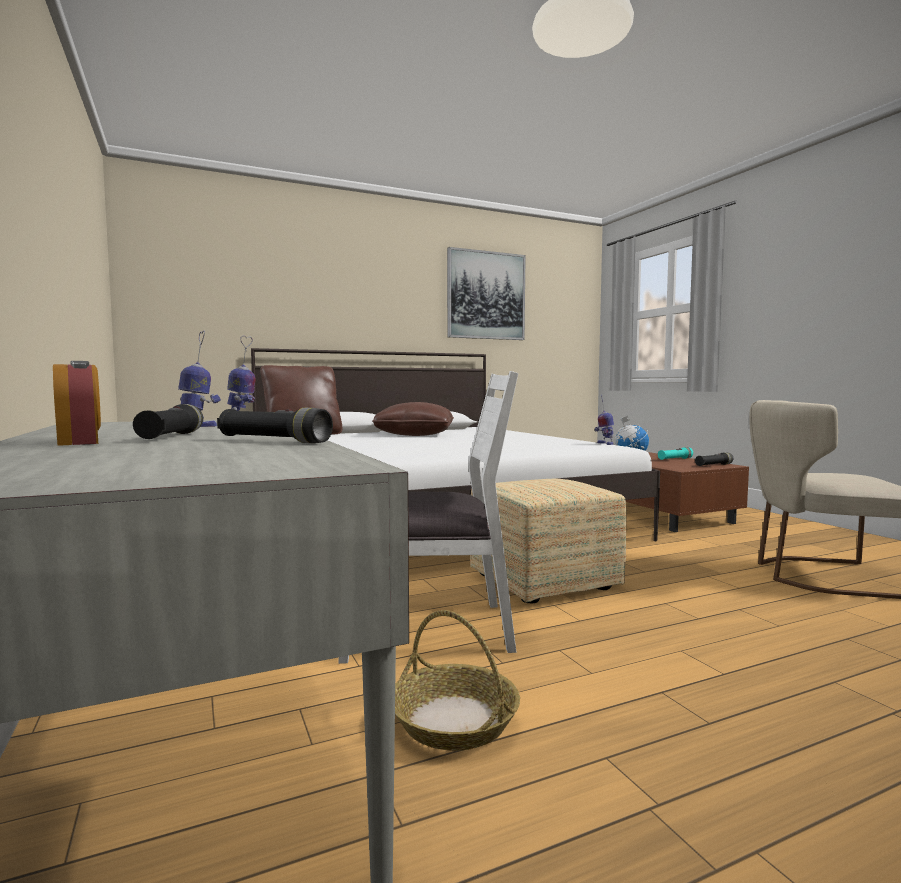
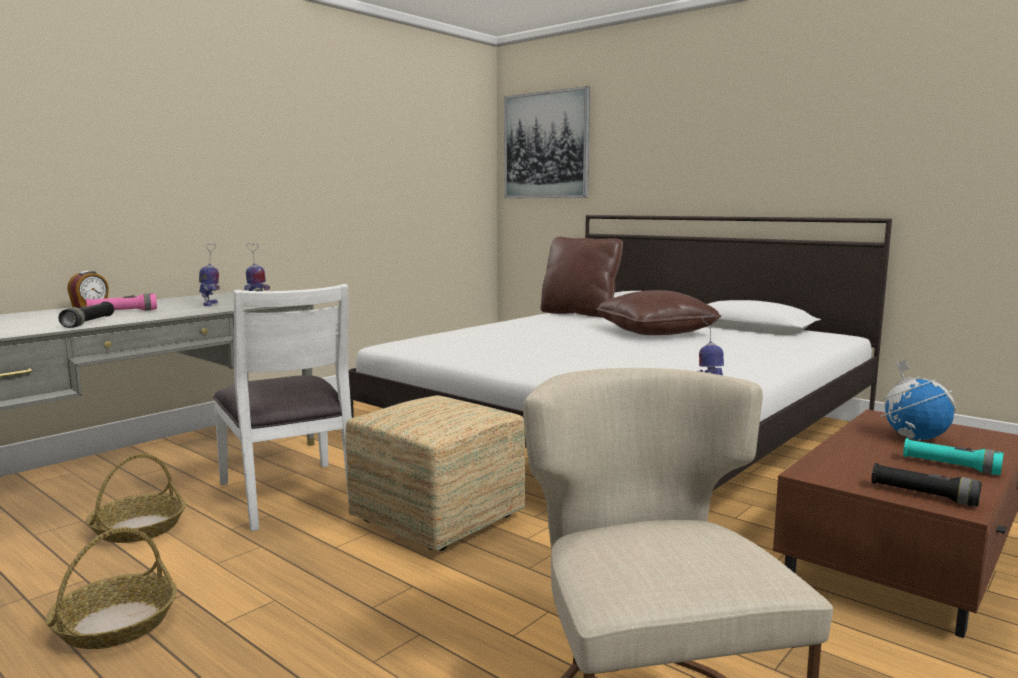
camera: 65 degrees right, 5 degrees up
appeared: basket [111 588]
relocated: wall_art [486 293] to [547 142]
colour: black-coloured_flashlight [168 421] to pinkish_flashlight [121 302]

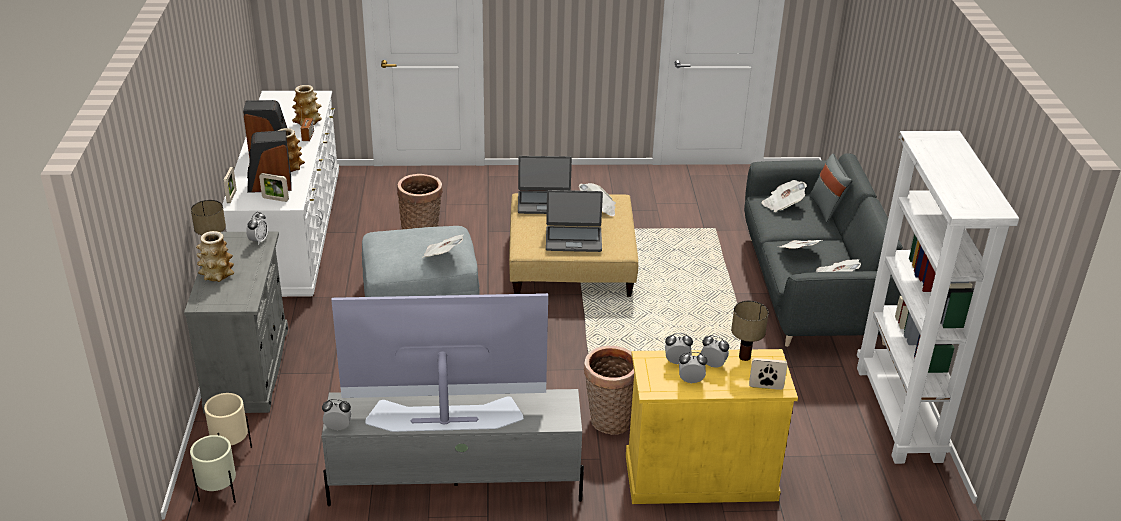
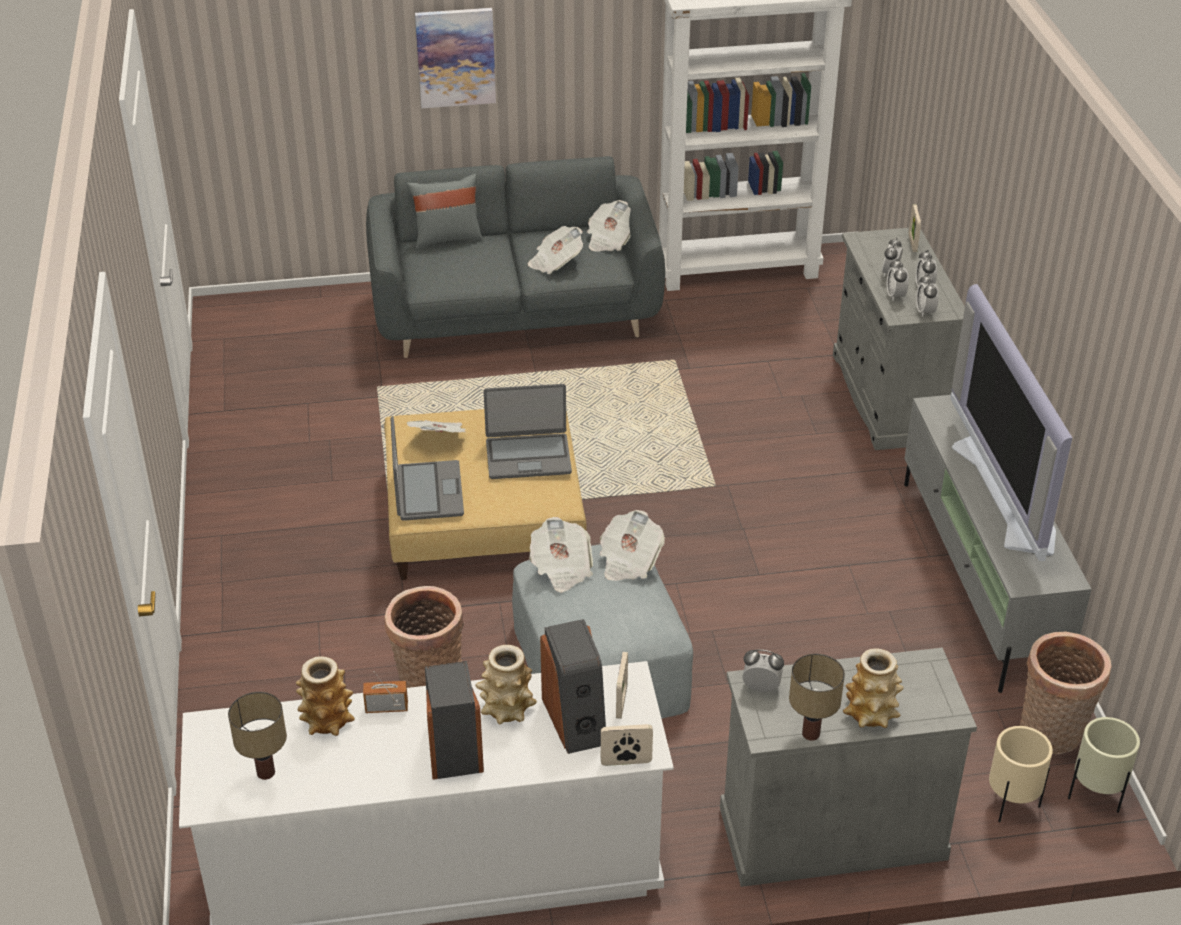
camera: 95 degrees left, 5 degrees up
appeared: wall_art [455 58]
relocated: tabletop_lamp [750 331] to [257 736]; printed_paper [784 196] to [561 555]; alarm_clock [336 415] to [927 295]; basket [608 390] to [1066 693]
colour: yellowish_storage_cabinet [712 426] to gray_storage_cabinet [899 339]
spun: portable_computer [574 221] = [528 431] 90 degrees clockwise

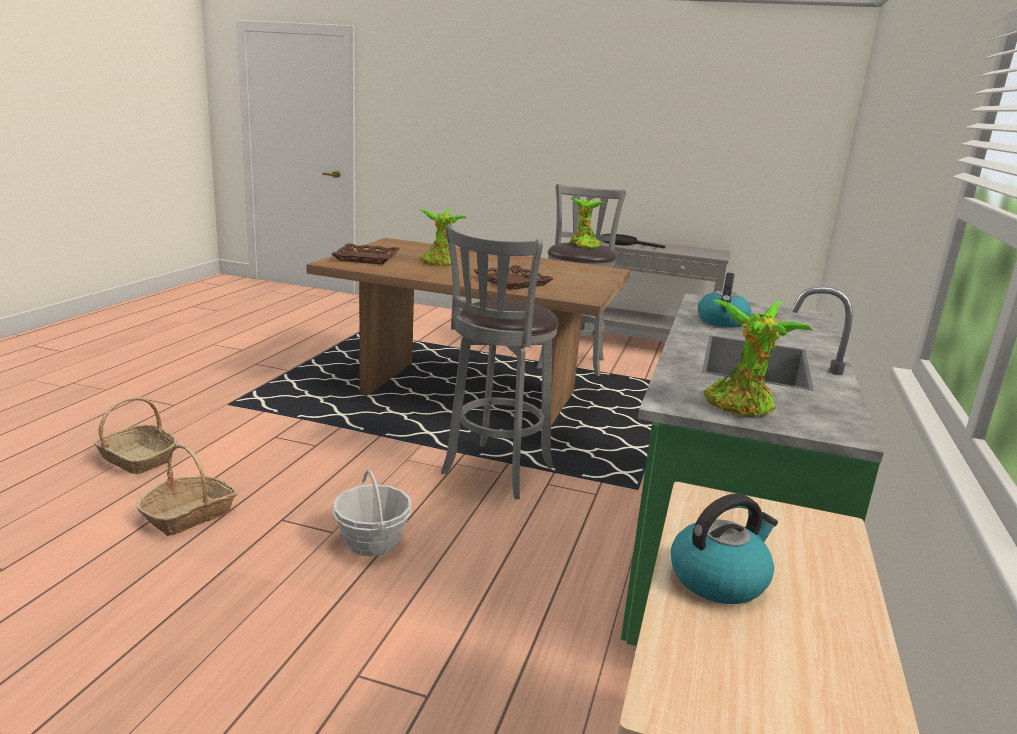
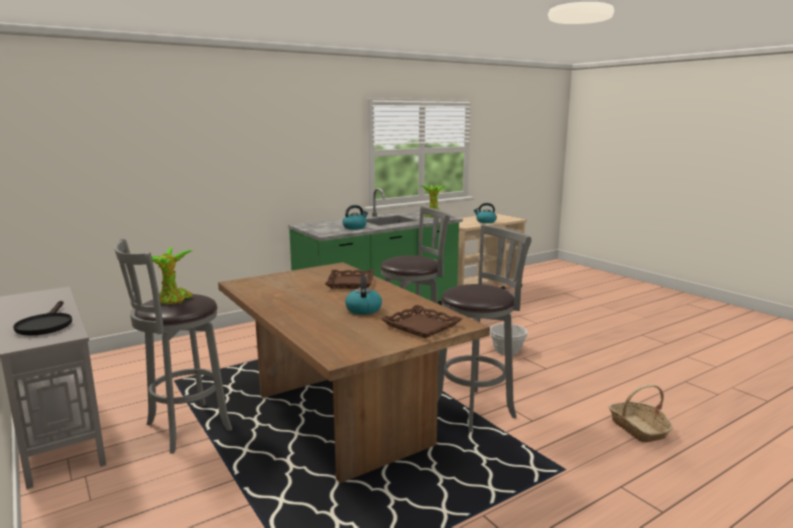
camera: 140 degrees left, 5 degrees down
missing: basket [187 490]
appeared: gray_stool [485 328]
exchanged: plant_in_a_pot [442 237] to kettle [363 295]

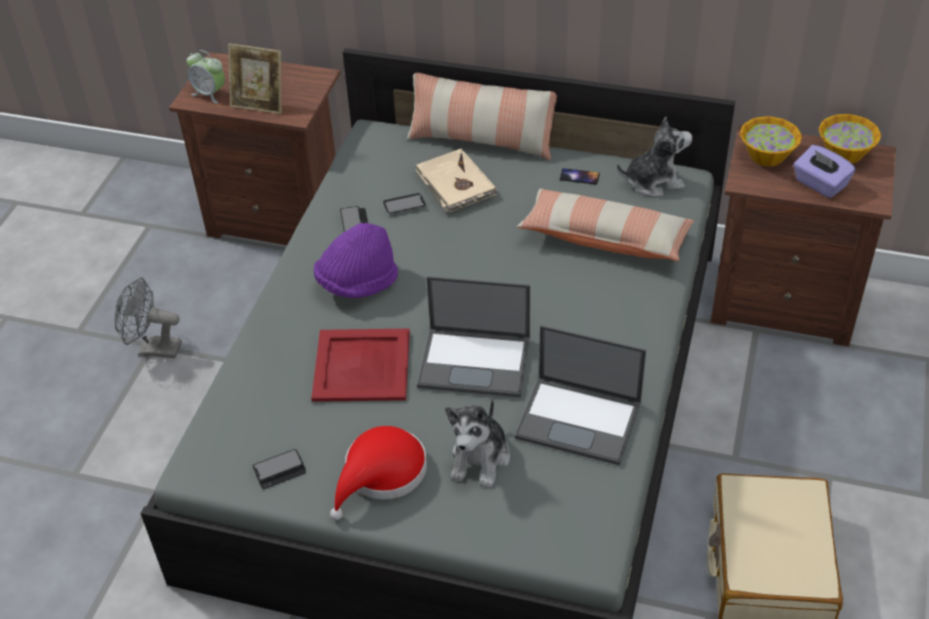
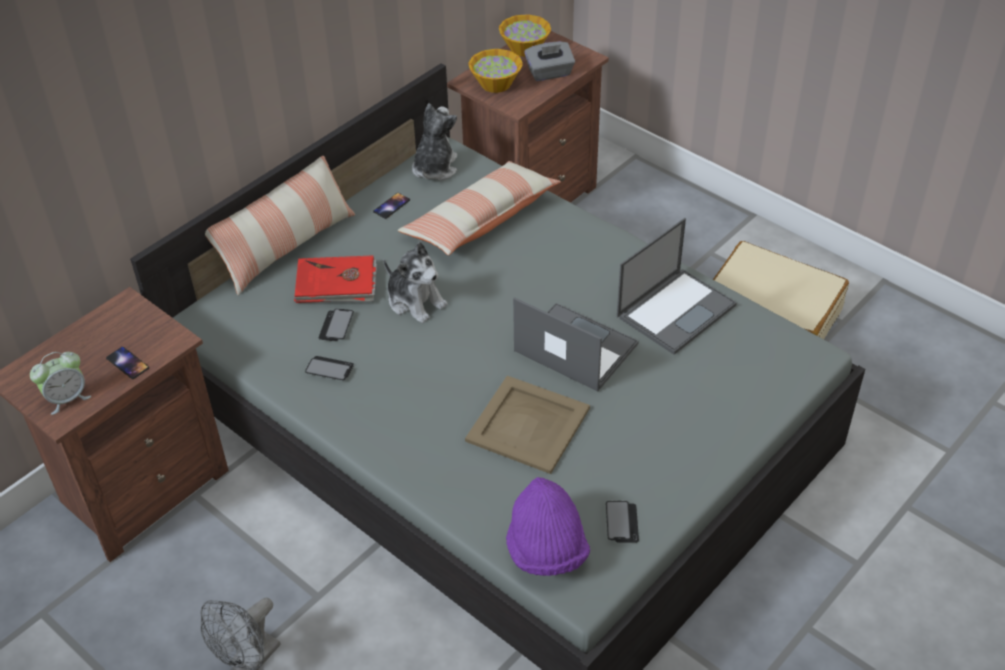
camera: 65 degrees left, 0 degrees up
missing: red_wearable_hat [378 473]
relocated: plush_toy [477 443] to [416 282]; purple-coloured_wearable_hat [356 260] to [548 526]
exchanged: photo_frame [255 78] to phone [127 363]
colour: beige_bound_book [456 180] to red_bound_book [335 279]; red_tray [360 365] to beige_tray [527 425]; purple-coloured_tissue_holder [824 171] to gray_tissue_holder [549 61]
spun: portable_computer [473 336] = [576 344] 90 degrees counterclockwise

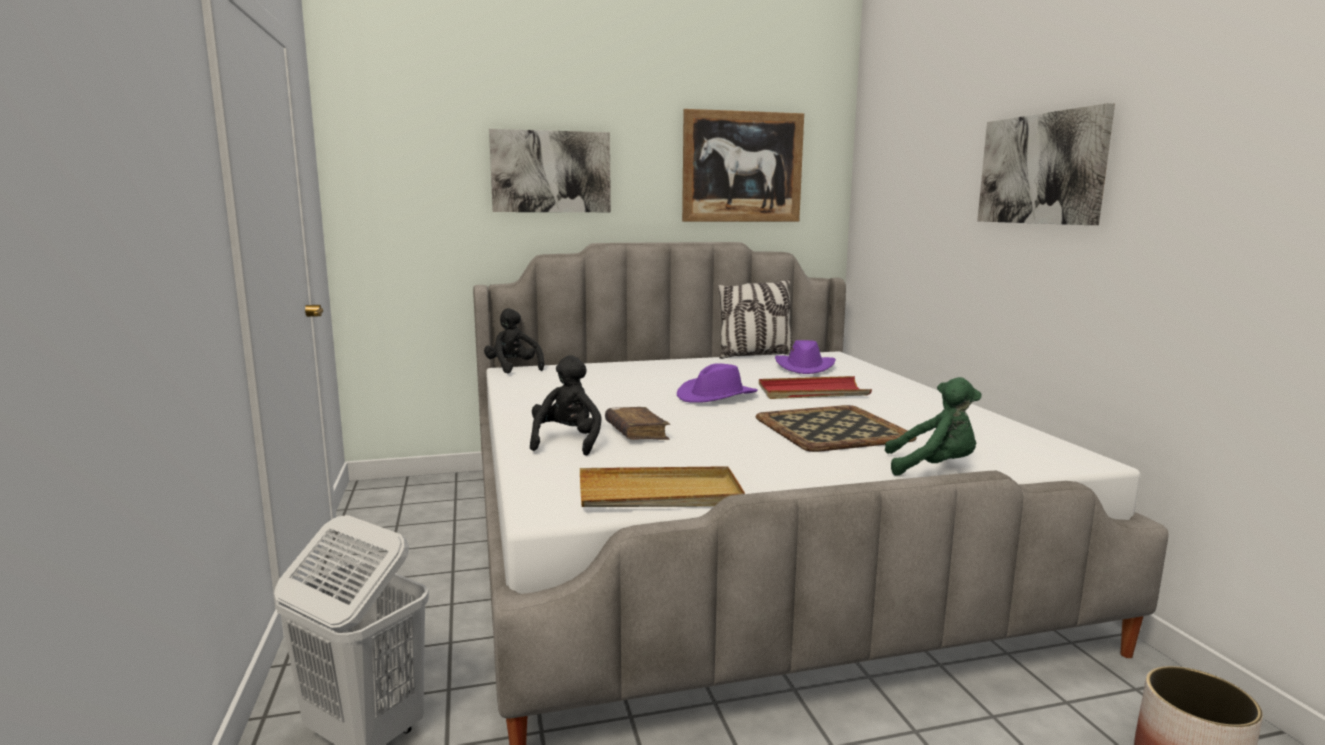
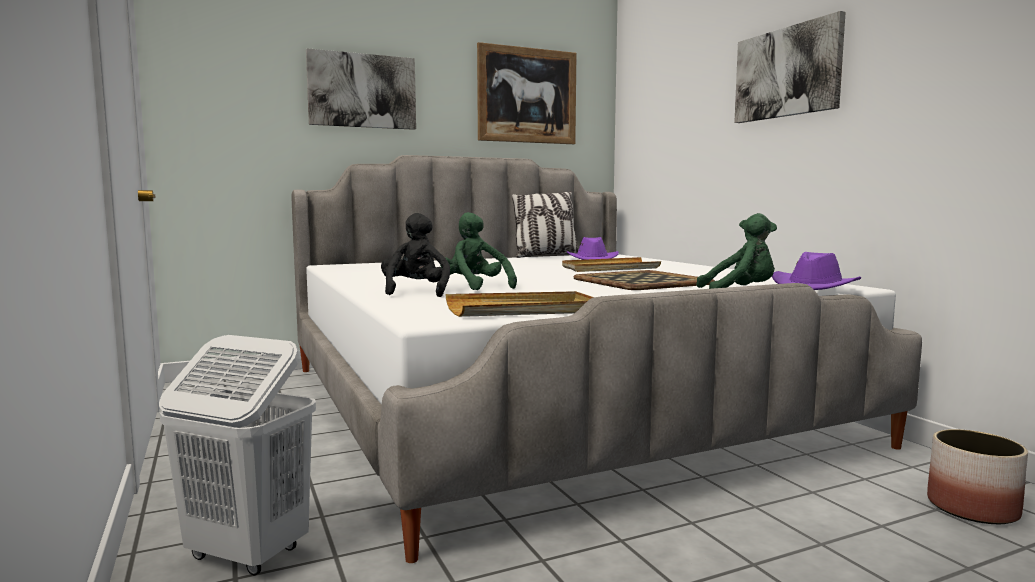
camera: 10 degrees left, 5 degrees down
missing: black-coloured_plush_toy [514 340]
relocated: purple-coloured_wearable_hat [717 383] to [816 271]
exchanged: brown_bound_book [637 423] to greenish_plush_toy [478 251]
colour: red_tray [815 387] to beige_tray [611 264]

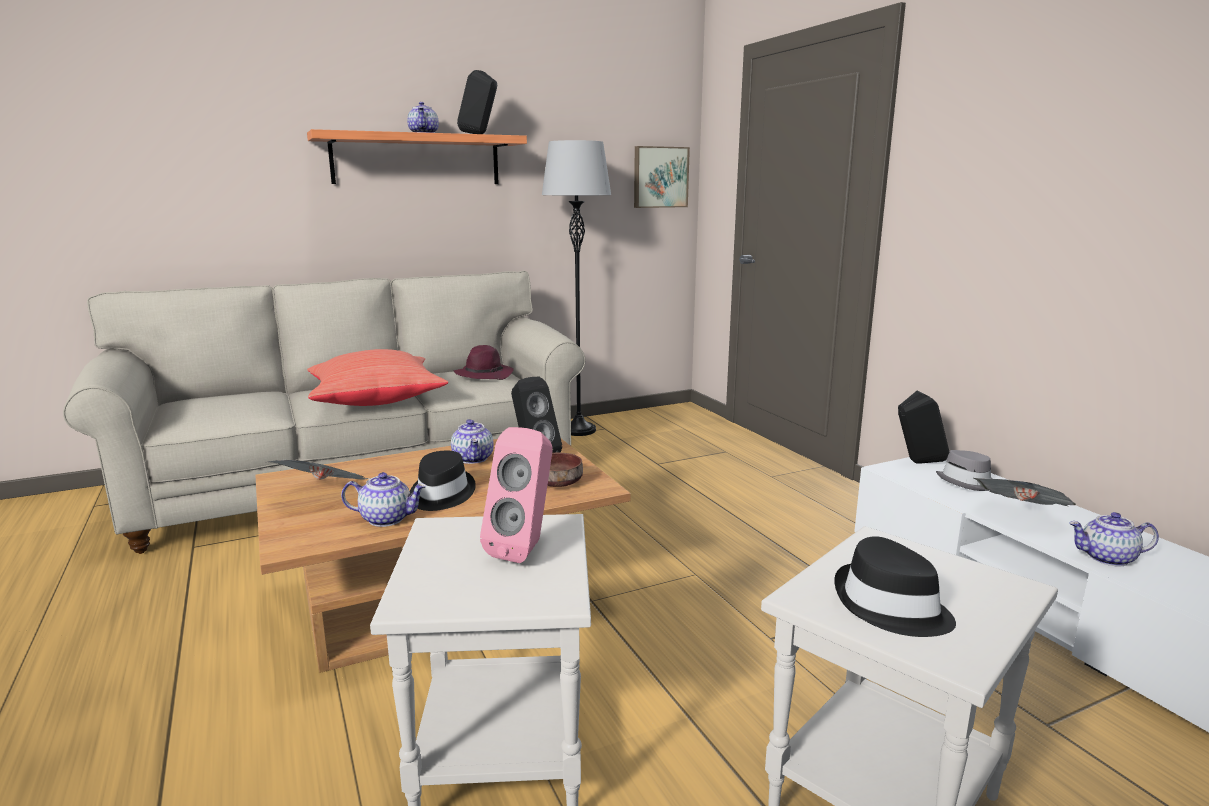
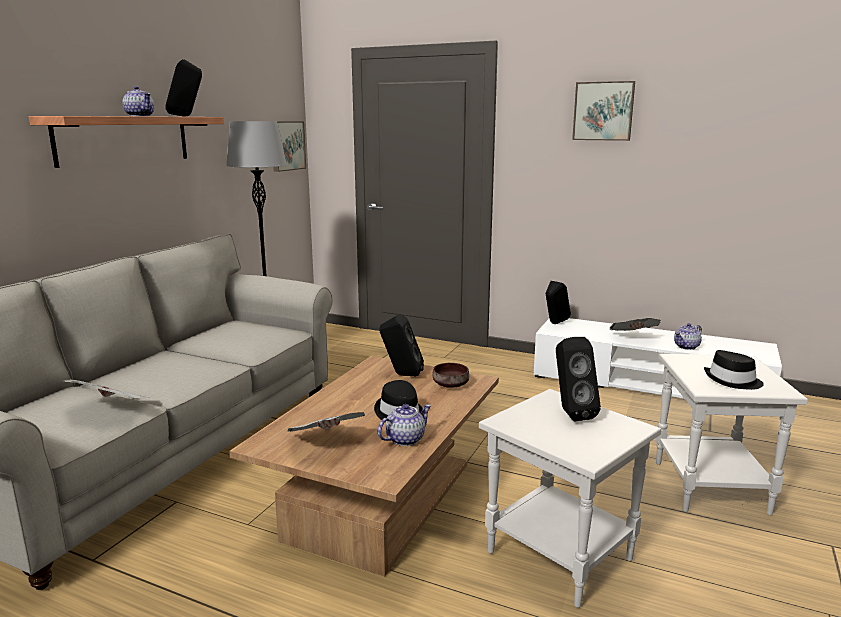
camera: 40 degrees left, 0 degrees up
missing: red_cushion [378 377]; pot_for_tea [472 441]; purple-coloured_wearable_hat [484 362]; gray_wearable_hat [964 470]
appeared: printed_paper [106 389]; wall_art [603 111]
colour: pinkish_speaker [516 495] to black-coloured_speaker [578 379]

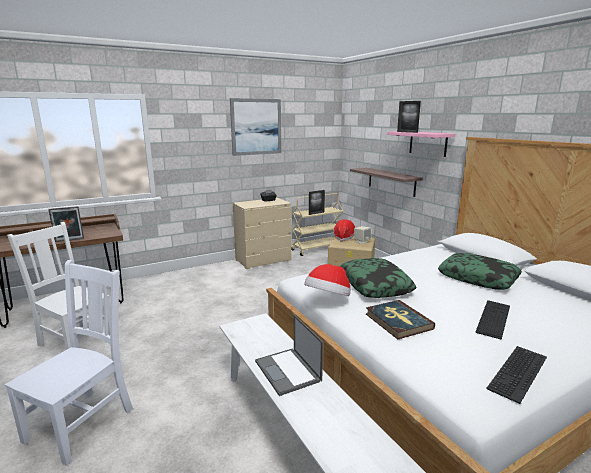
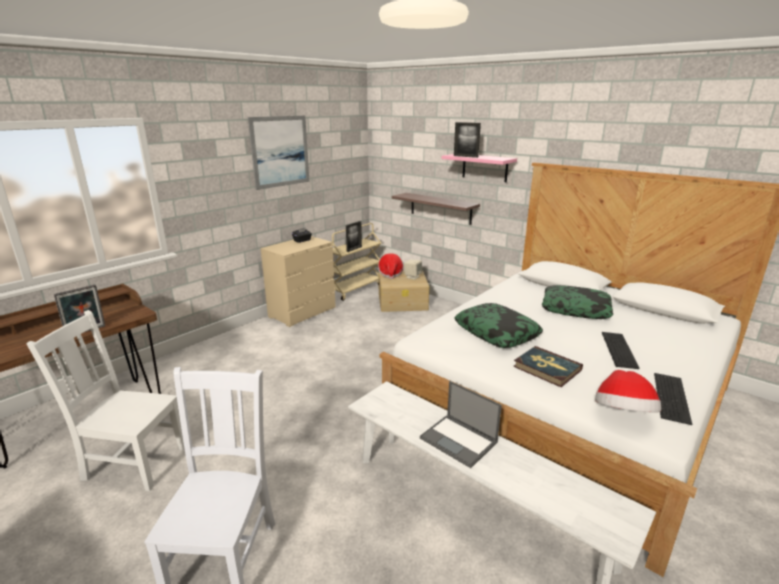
camera: 20 degrees left, 5 degrees up
relocated: wearable_hat [327 280] to [628 391]

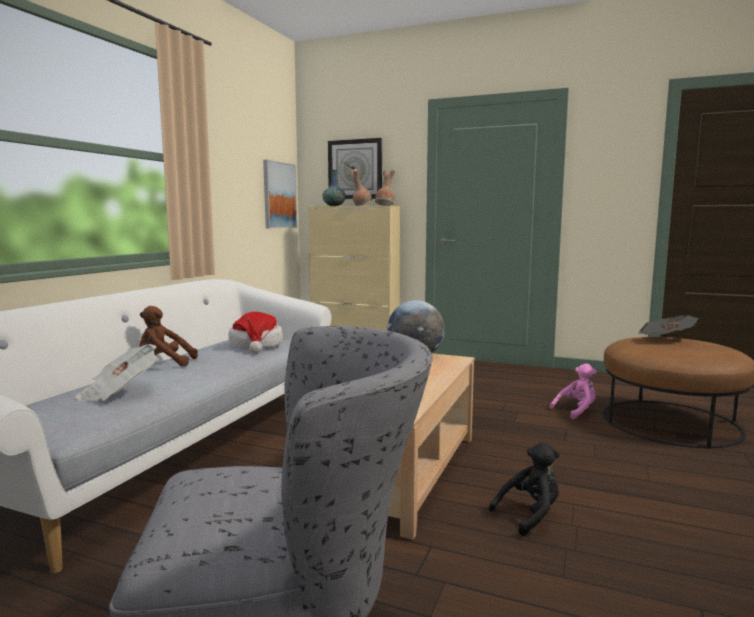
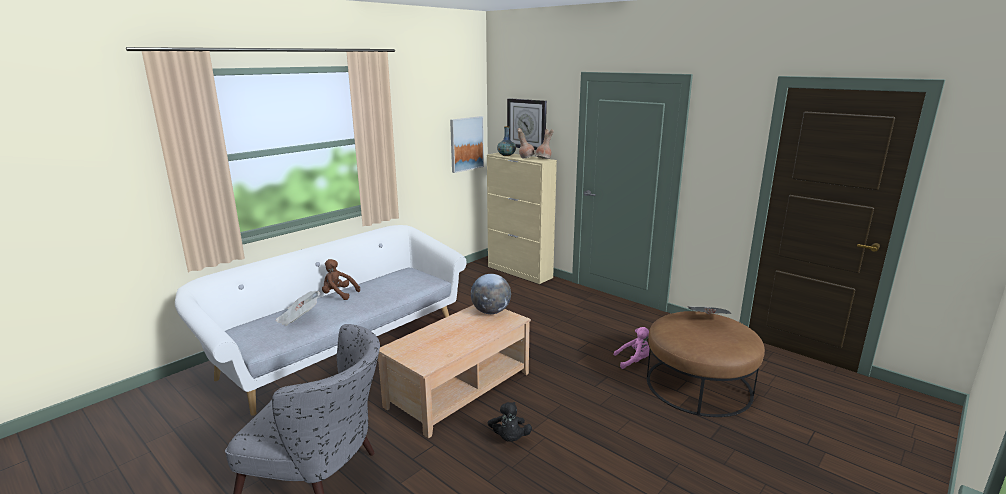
camera: 20 degrees right, 10 degrees up
missing: wearable_hat [255 333]
spun: black-coloured_plush_toy [524 489] = [510 422] 90 degrees clockwise

